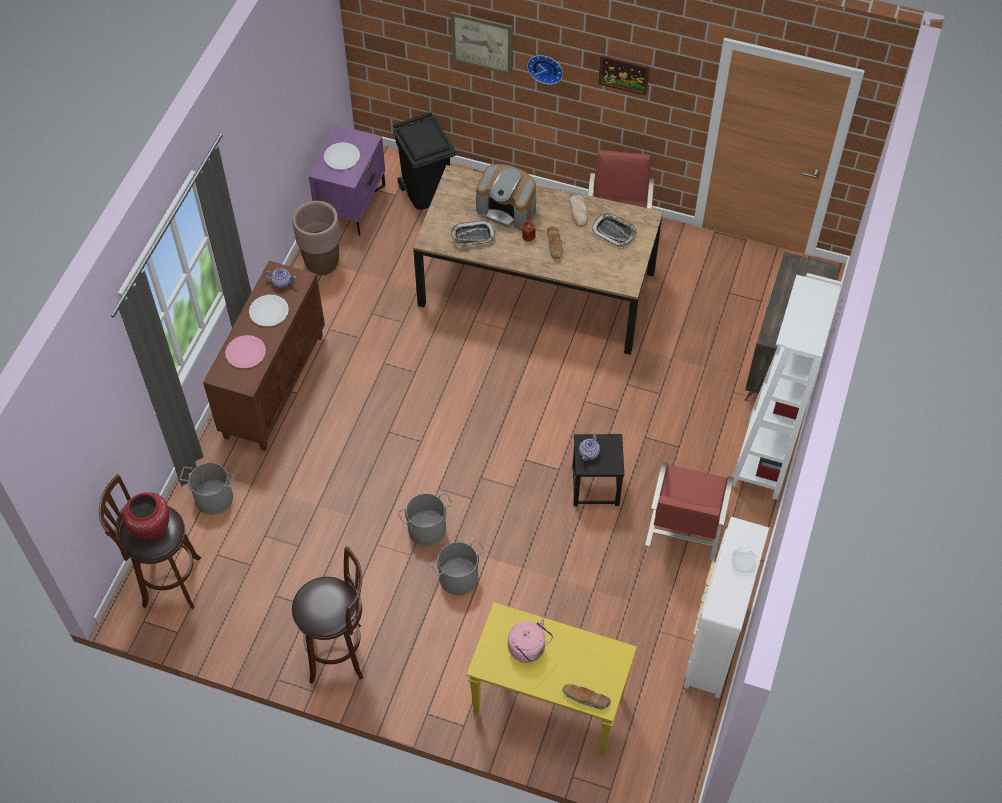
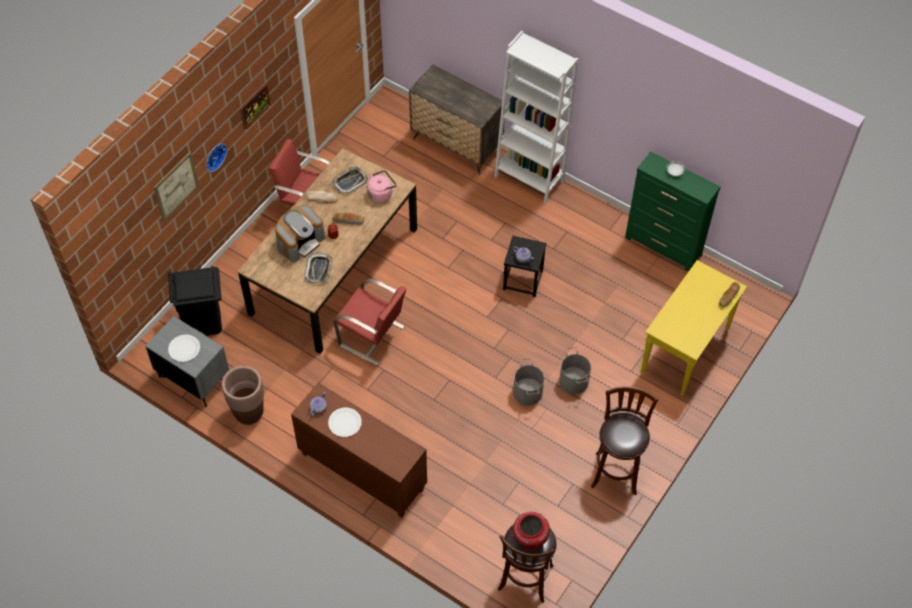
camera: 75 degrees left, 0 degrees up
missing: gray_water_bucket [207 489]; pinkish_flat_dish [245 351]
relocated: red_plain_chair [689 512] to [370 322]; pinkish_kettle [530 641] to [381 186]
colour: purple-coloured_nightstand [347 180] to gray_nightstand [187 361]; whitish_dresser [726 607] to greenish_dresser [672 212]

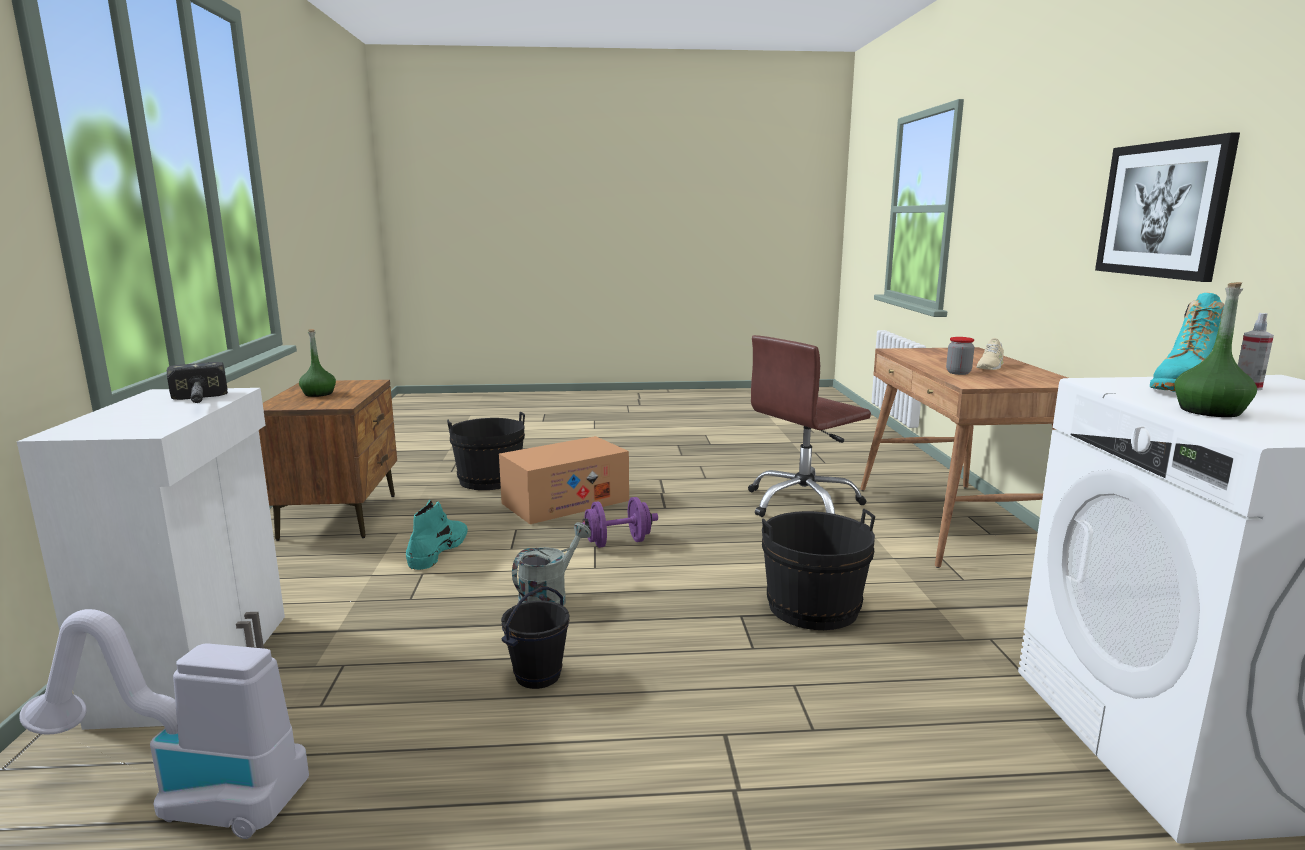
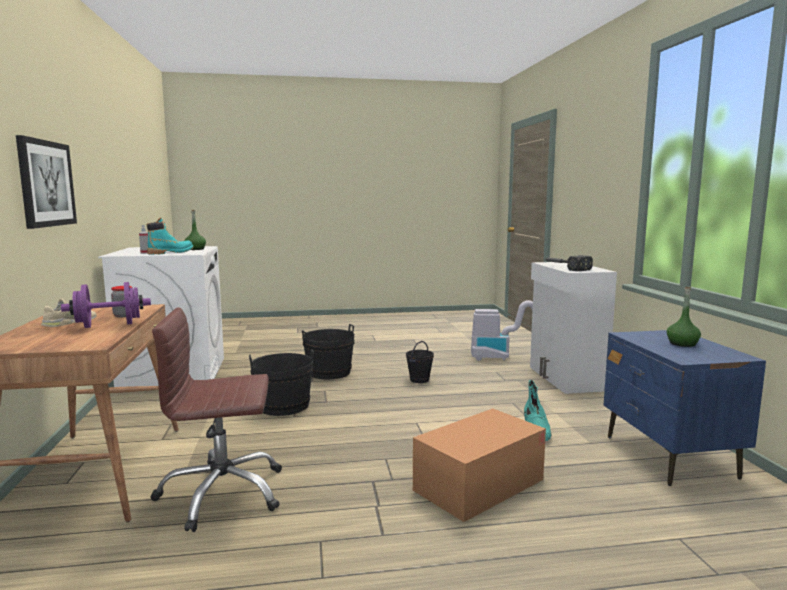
camera: 175 degrees right, 5 degrees down
missing: gray_watering_pot [551 564]
relocated: purple-coloured_free_weight [620 522] to [106 305]; black-coloured_water_bucket [486 451] to [328 351]
colour: brown_nightstand [328 460] to blue_nightstand [685 408]
spun: brown_computer_chair [809 426] = [216 420] 150 degrees counterclockwise

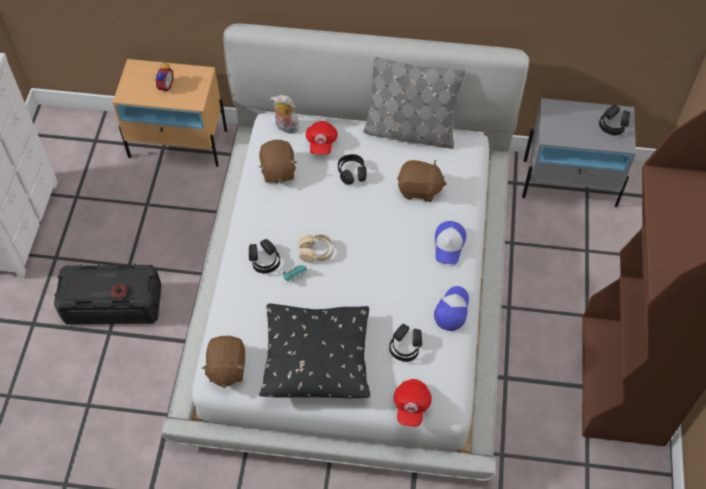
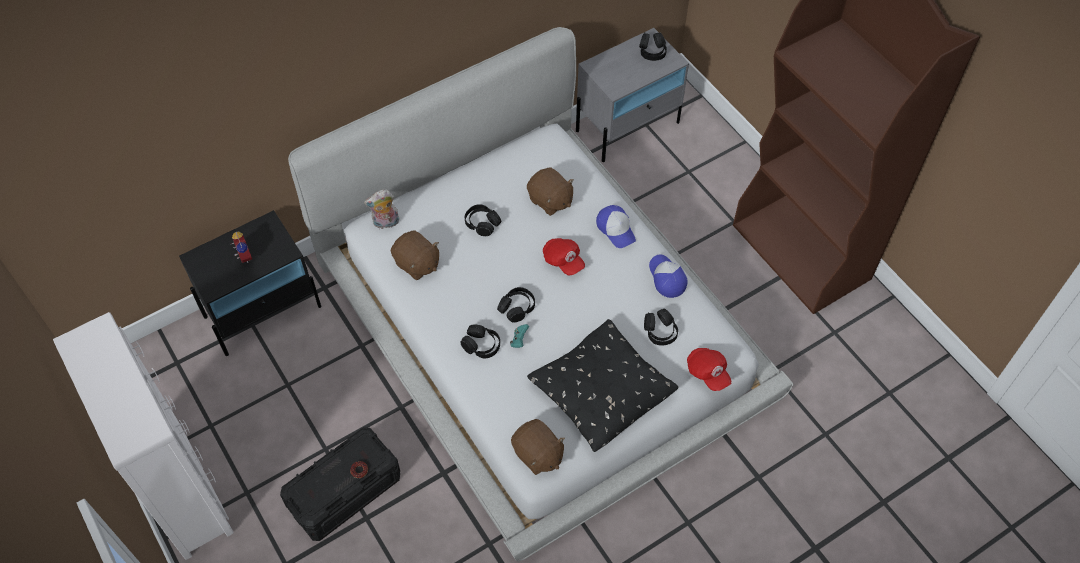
camera: 40 degrees left, 0 degrees up
missing: gray_cushion [414 103]
relocated: red_baseball_cap [322 137] to [564 256]
colour: beige_nightstand [170 113] to black-coloured_nightstand [250 283]; beige_pair_of_headphones [315 248] to black-coloured_pair_of_headphones [516 305]
spun: brown_plush_toy [422 181] = [550 192] 75 degrees clockwise

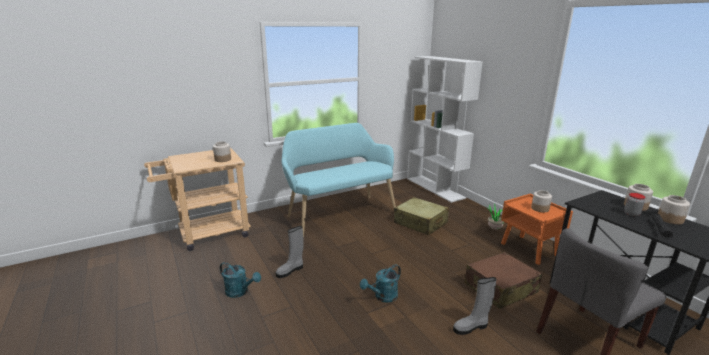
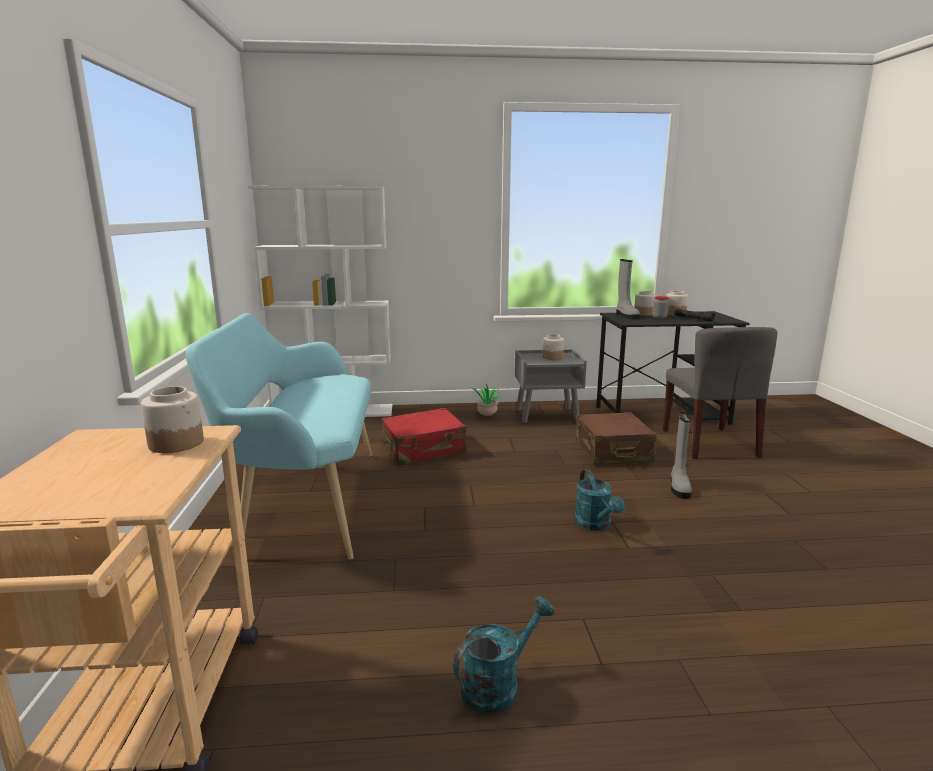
camera: 65 degrees left, 5 degrees down
relocated: gray_boot [290 252] to [628 289]
colour: beige_piece_of_luggage [421 216] to red_piece_of_luggage [424 436]; orange-coloured_nightstand [537 229] to gray_nightstand [551 386]

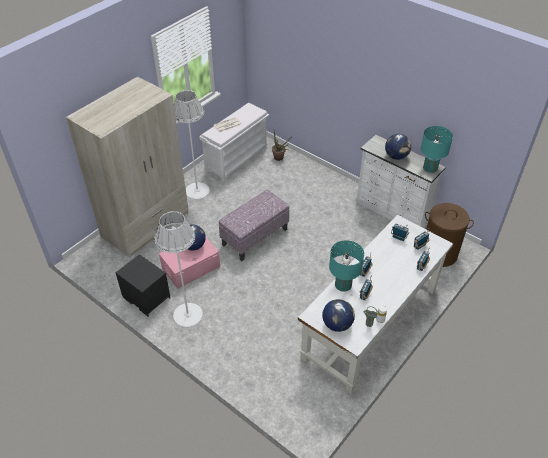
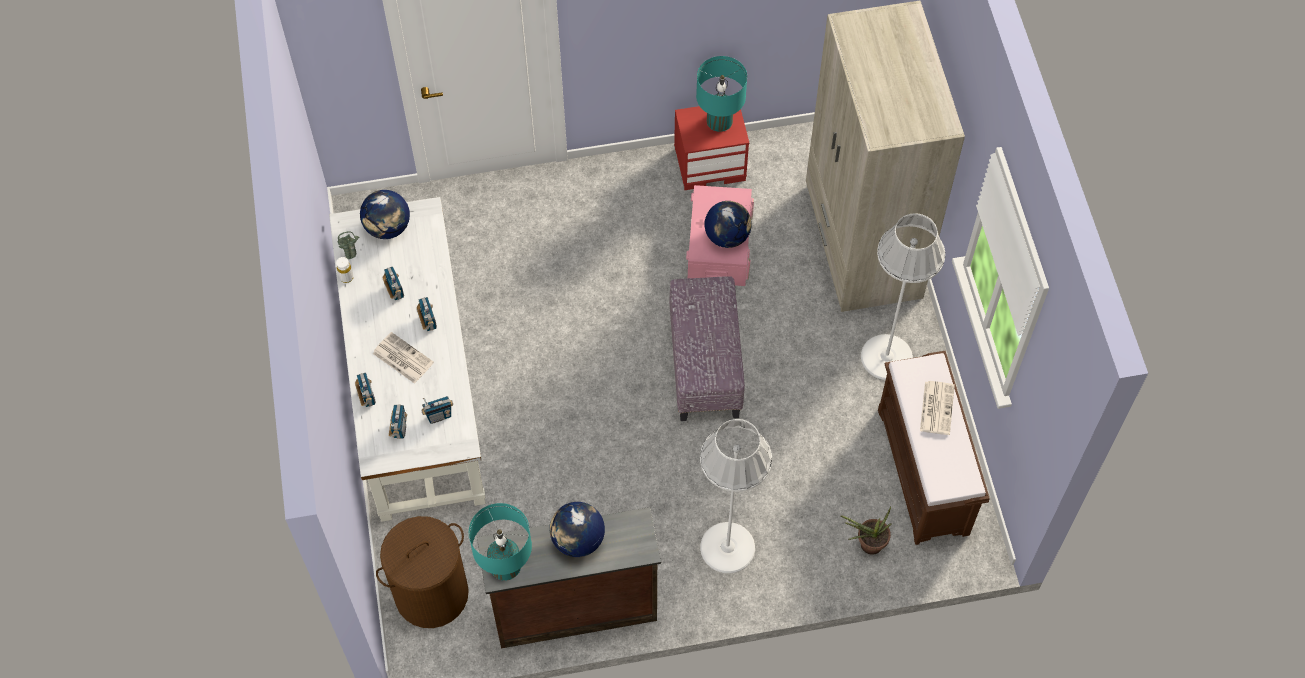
camera: 130 degrees right, 15 degrees up
appeared: printed_paper [403 358]
relocated: turquoise-coloured_tabletop_lamp [346 266] to [721 94]; whitish_standing_lamp [179 269] to [736 496]
colour: whitish_dresser [401 181] to brown_dresser [569 577]; black-coloured_nightstand [143 285] to red_nightstand [711 148]; whitish_long_seat [234 142] to brown_long_seat [934 448]

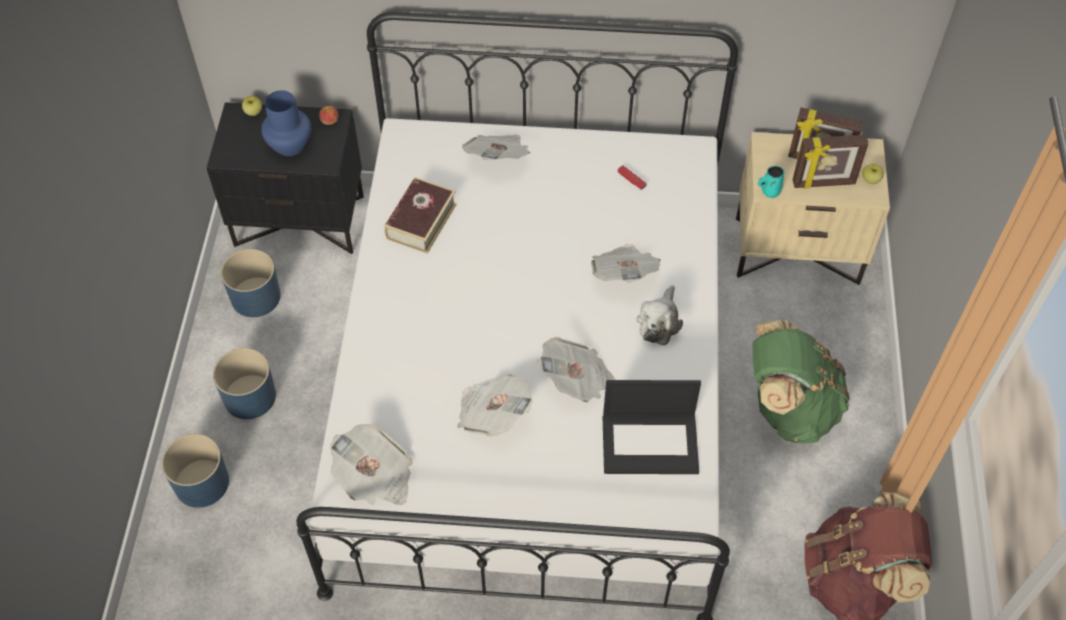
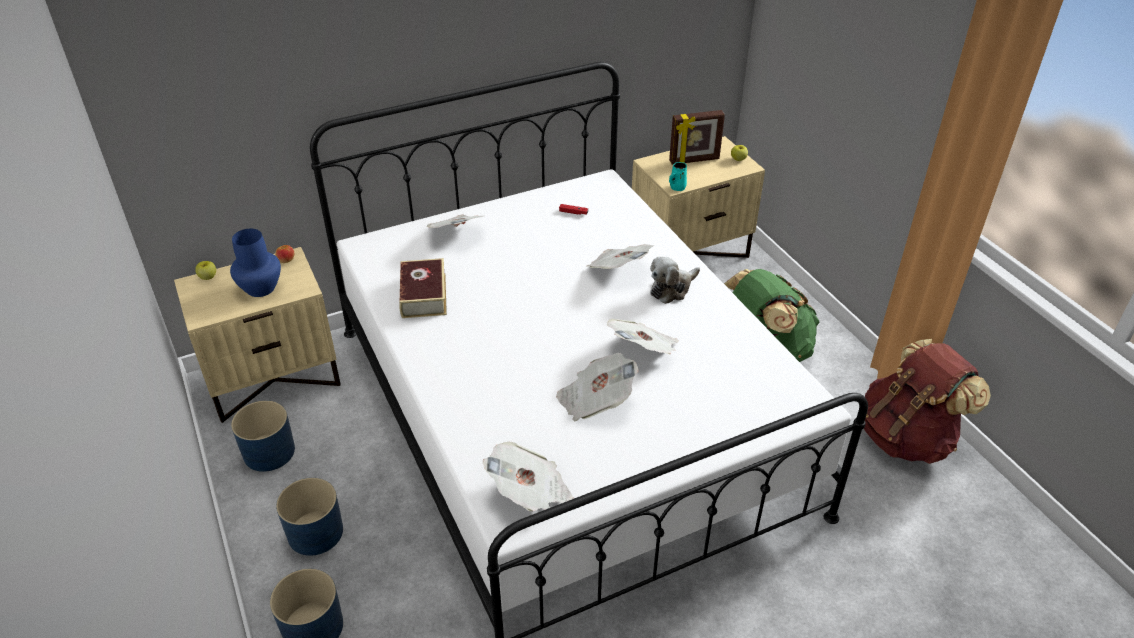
camera: 30 degrees left, 15 degrees down
missing: portable_computer [652 427]; photo_frame [830 162]
colour: black-coloured_nightstand [285 178] to beige_nightstand [257 335]
spun: plush_toy [659 315] = [675 280] 60 degrees clockwise

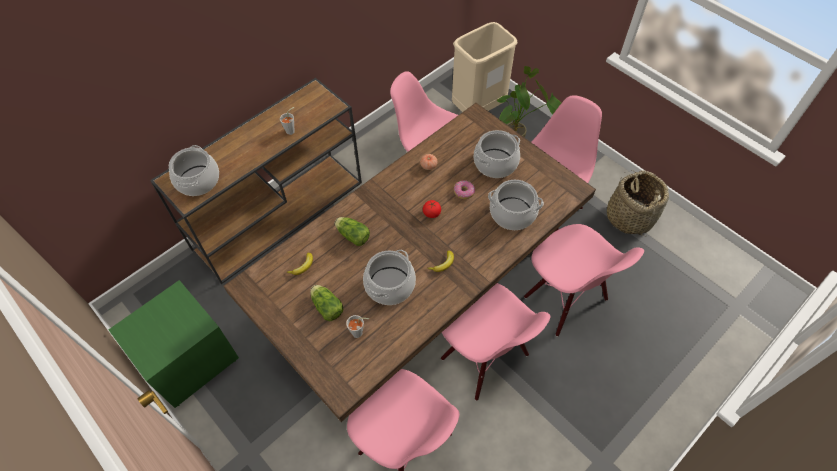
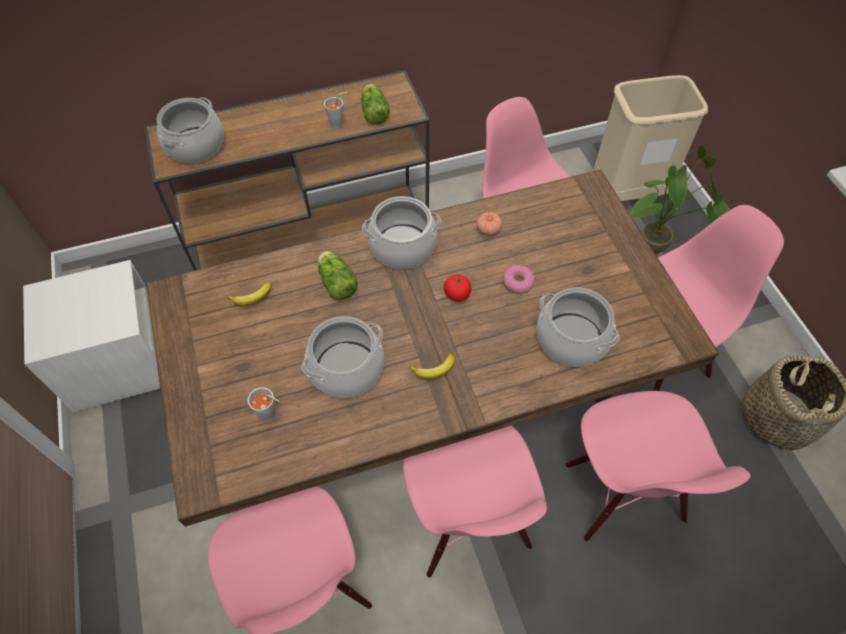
camera: 25 degrees right, 0 degrees up
relocated: lettuce [326 303] to [375 104]; stockpot [496 154] to [401 232]
colour: greenish_nightstand [174 344] to whitish_nightstand [91 336]

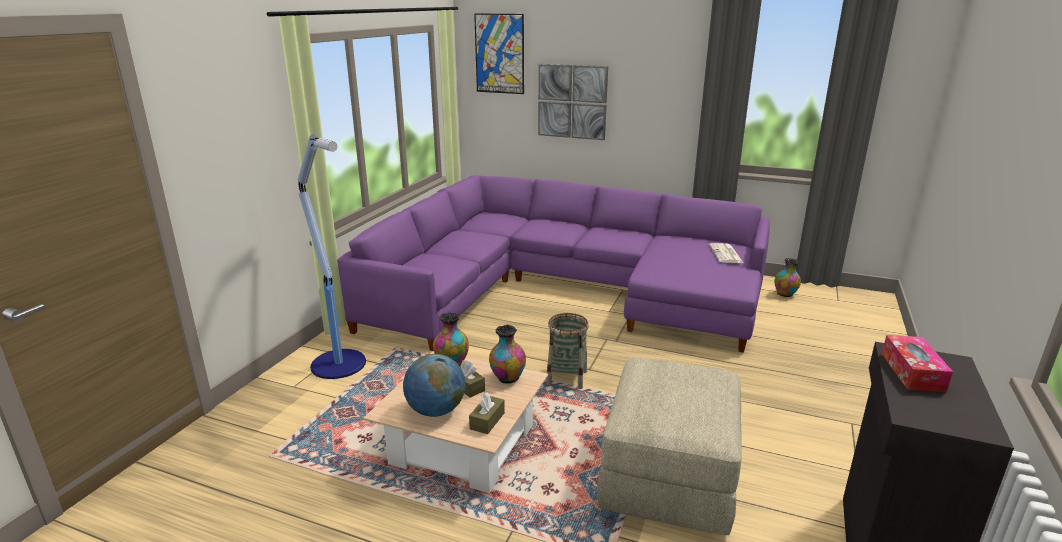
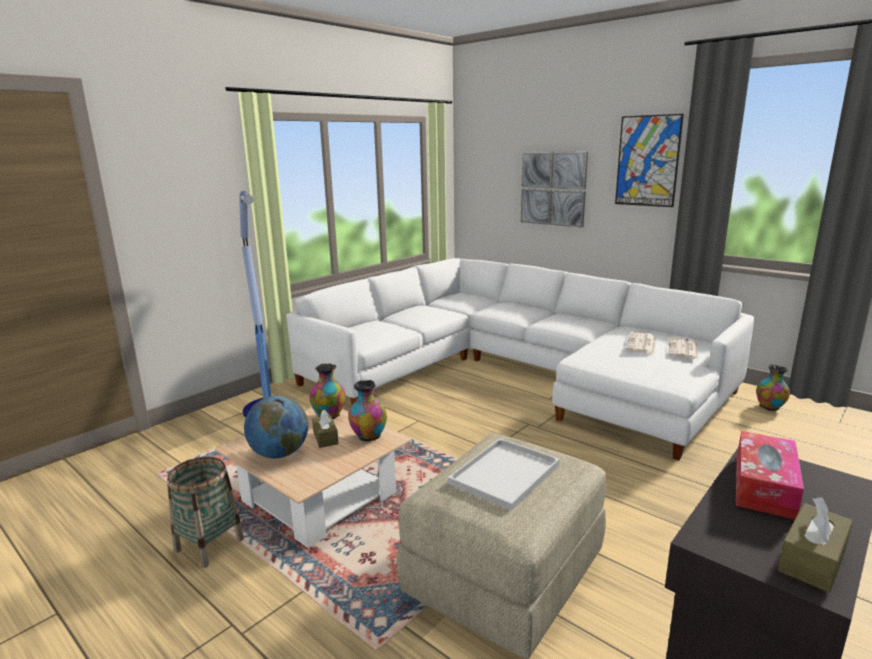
camera: 20 degrees right, 5 degrees down
appeared: whitish_tray [504 474]; printed_paper [641 343]
relocated: basket [567 351] to [205 512]; wall_art [499 53] to [649 160]; brown_tissue_holder [487 413] to [815 544]
colour: purple-coloured_sofa [553 264] to whitish_sofa [520 359]

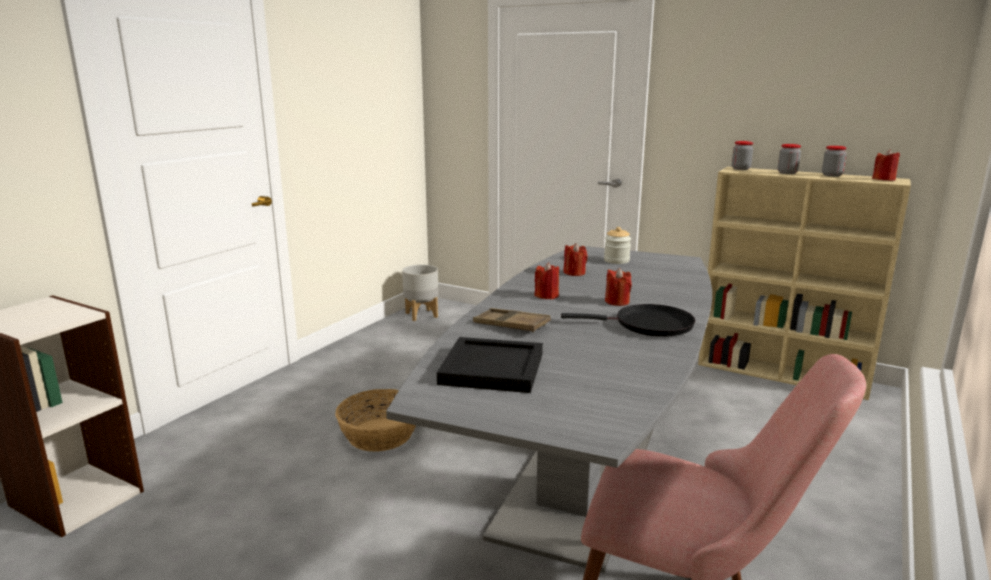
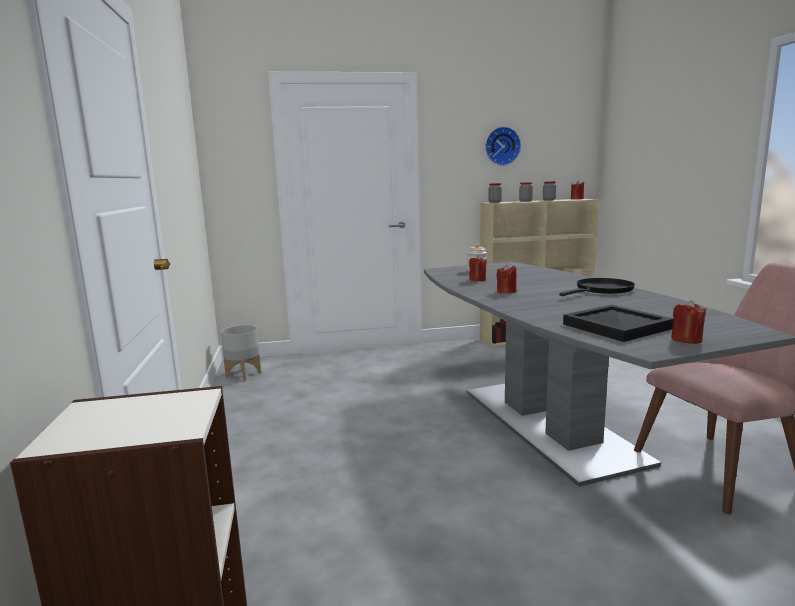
camera: 40 degrees left, 5 degrees down
missing: basket [375 420]; brown_tray [512 320]
appeared: hanging_clock [503 146]
relocated: red_candle [618 287] to [689 322]

